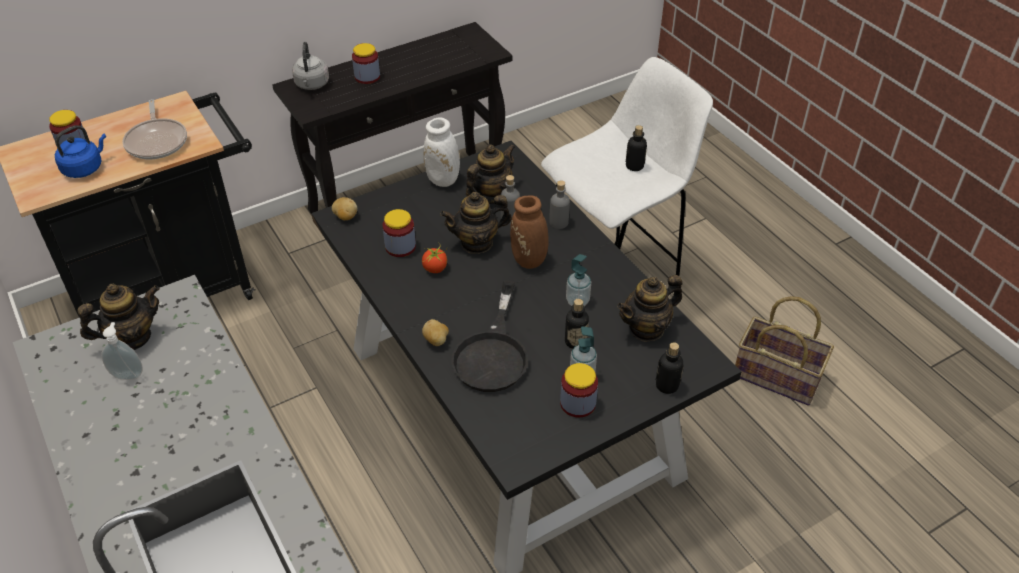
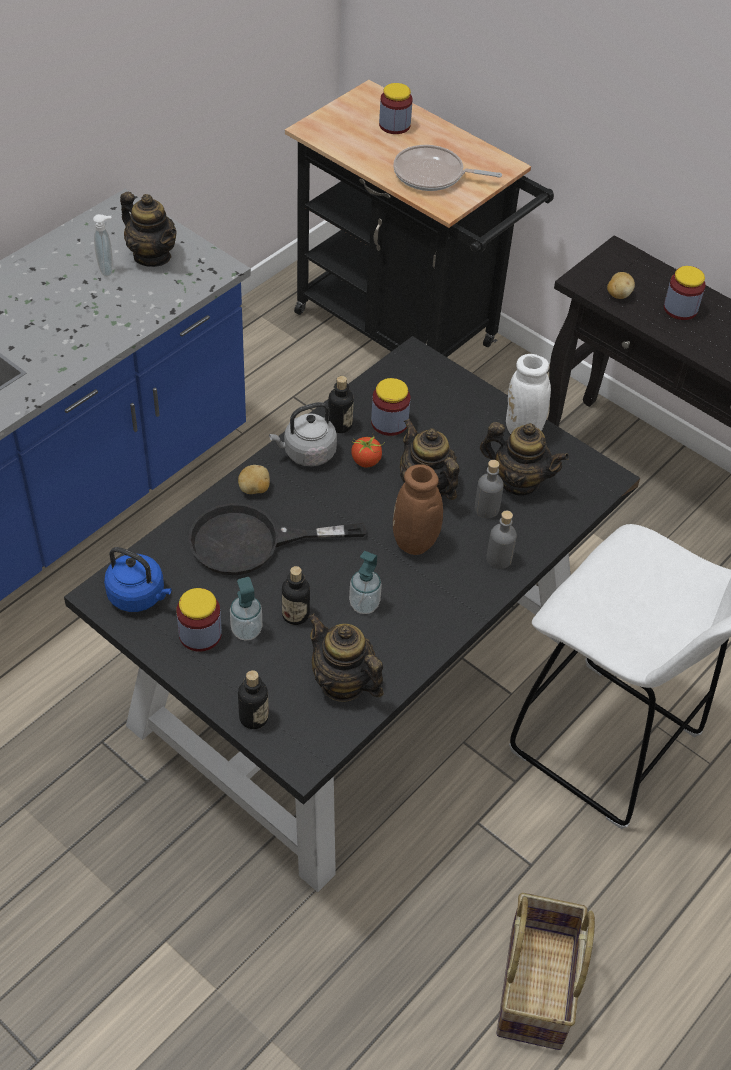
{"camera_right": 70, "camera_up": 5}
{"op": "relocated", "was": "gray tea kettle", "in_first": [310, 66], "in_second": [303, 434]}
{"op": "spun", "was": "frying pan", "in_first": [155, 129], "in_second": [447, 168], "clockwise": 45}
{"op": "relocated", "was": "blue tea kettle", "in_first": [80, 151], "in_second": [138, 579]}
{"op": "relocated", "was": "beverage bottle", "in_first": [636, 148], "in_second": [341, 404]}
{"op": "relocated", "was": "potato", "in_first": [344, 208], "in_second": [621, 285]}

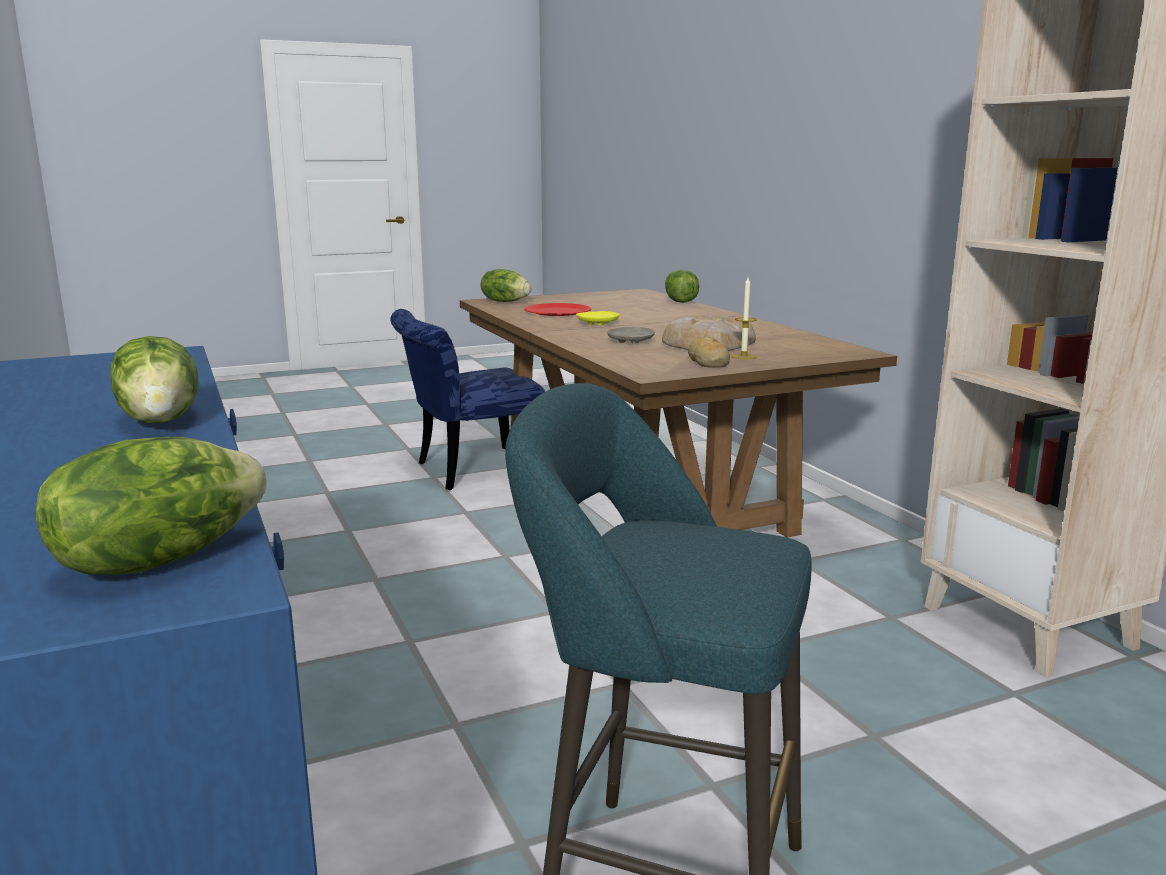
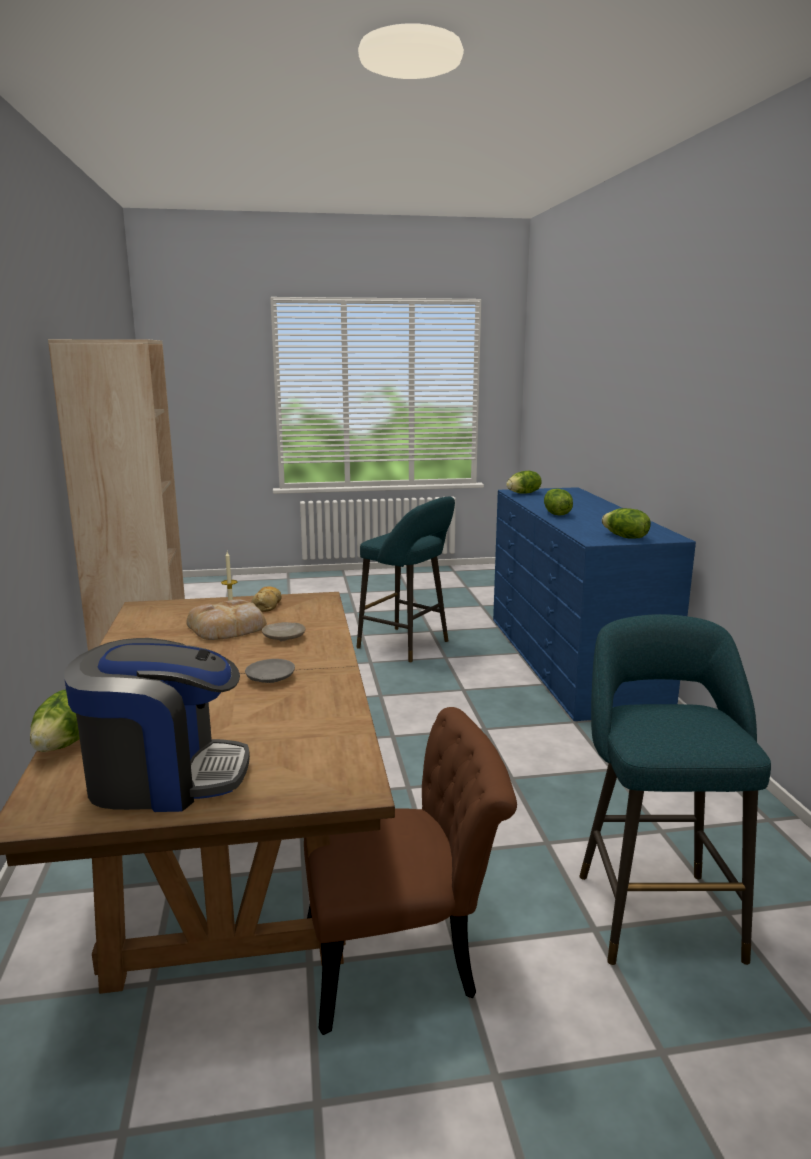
{"camera_right": -165, "camera_up": 0}
{"op": "relocated", "was": "lettuce", "in_first": [506, 285], "in_second": [626, 523]}
{"op": "missing", "was": "reddish flat dish", "in_first": [557, 309]}
{"op": "colour", "was": "blue chair", "now": "brown chair", "in_first": [467, 399], "in_second": [410, 871]}
{"op": "colour", "was": "yellow-coloured flat dish", "now": "gray flat dish", "in_first": [597, 318], "in_second": [270, 671]}
{"op": "appeared", "now": "blue-green stool seat", "in_second": [675, 789]}
{"op": "appeared", "now": "coffee maker", "in_second": [157, 725]}

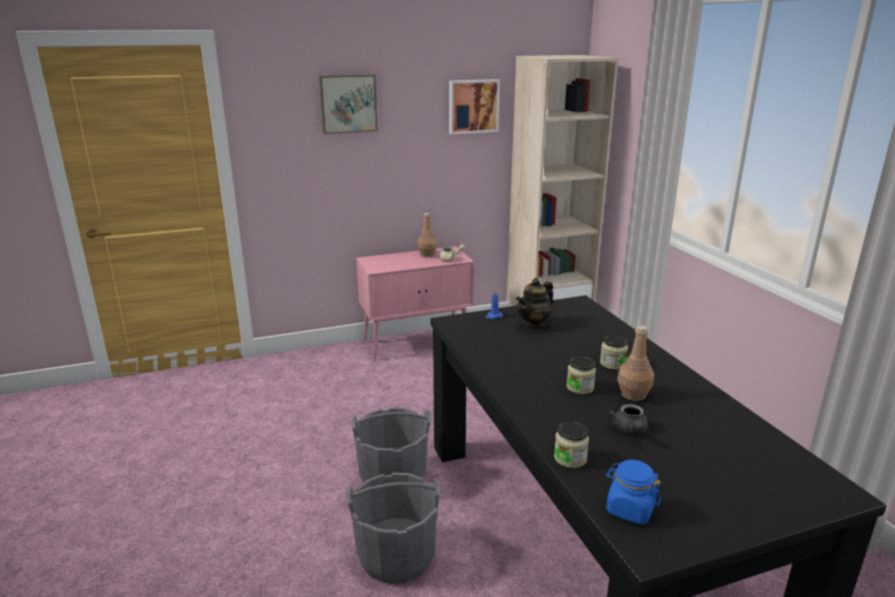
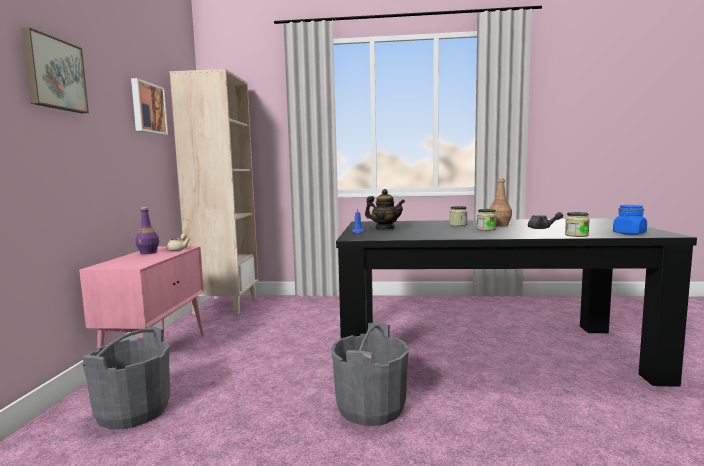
{"camera_right": -65, "camera_up": -15}
{"op": "colour", "was": "brown beverage bottle", "now": "purplish beverage bottle", "in_first": [427, 235], "in_second": [147, 230]}
{"op": "spun", "was": "pot for tea", "in_first": [534, 304], "in_second": [385, 209], "clockwise": -45}
{"op": "relocated", "was": "gray pail", "in_first": [393, 528], "in_second": [126, 378]}

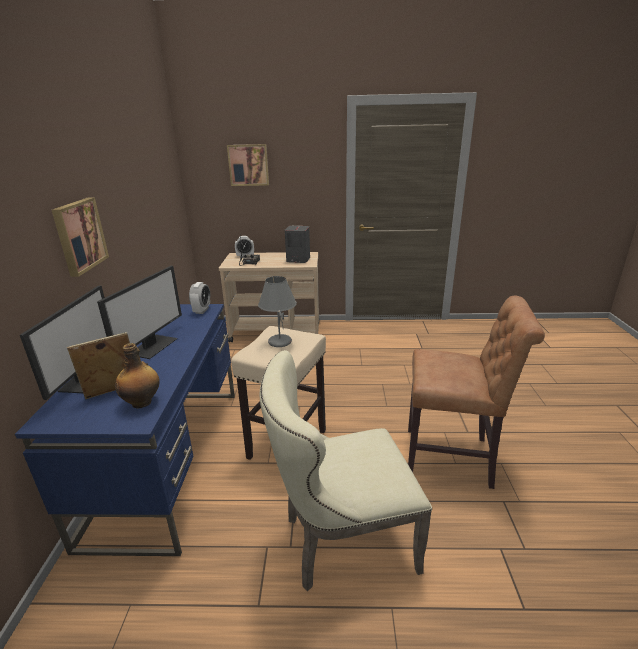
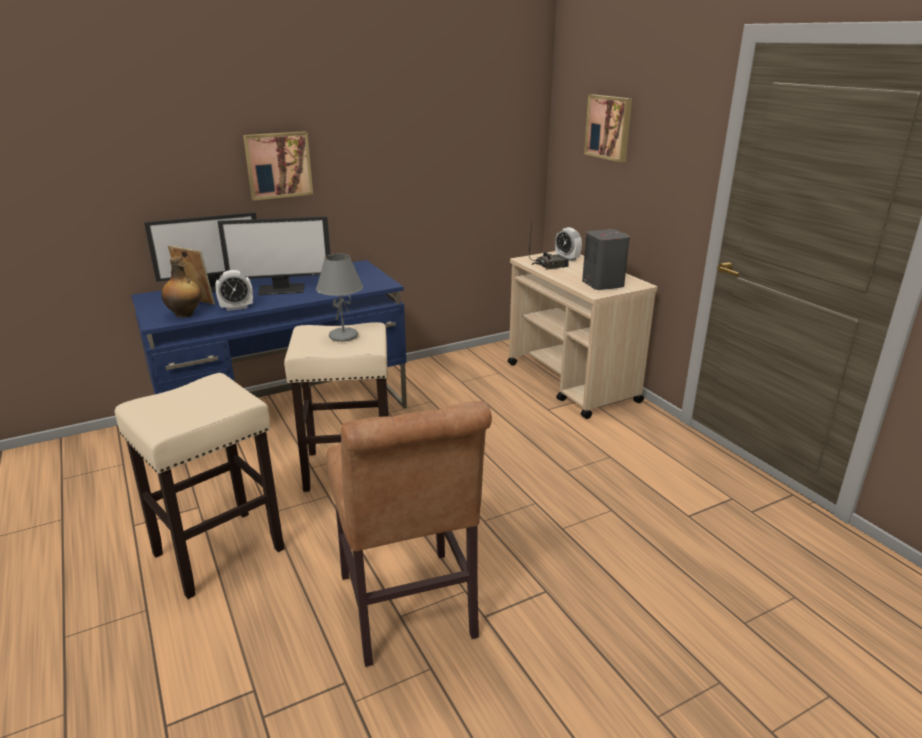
{"camera_right": 60, "camera_up": 0}
{"op": "relocated", "was": "table clock", "in_first": [199, 298], "in_second": [234, 290]}
{"op": "exchanged", "was": "beige chair", "now": "beige stool seat", "in_first": [346, 470], "in_second": [199, 486]}

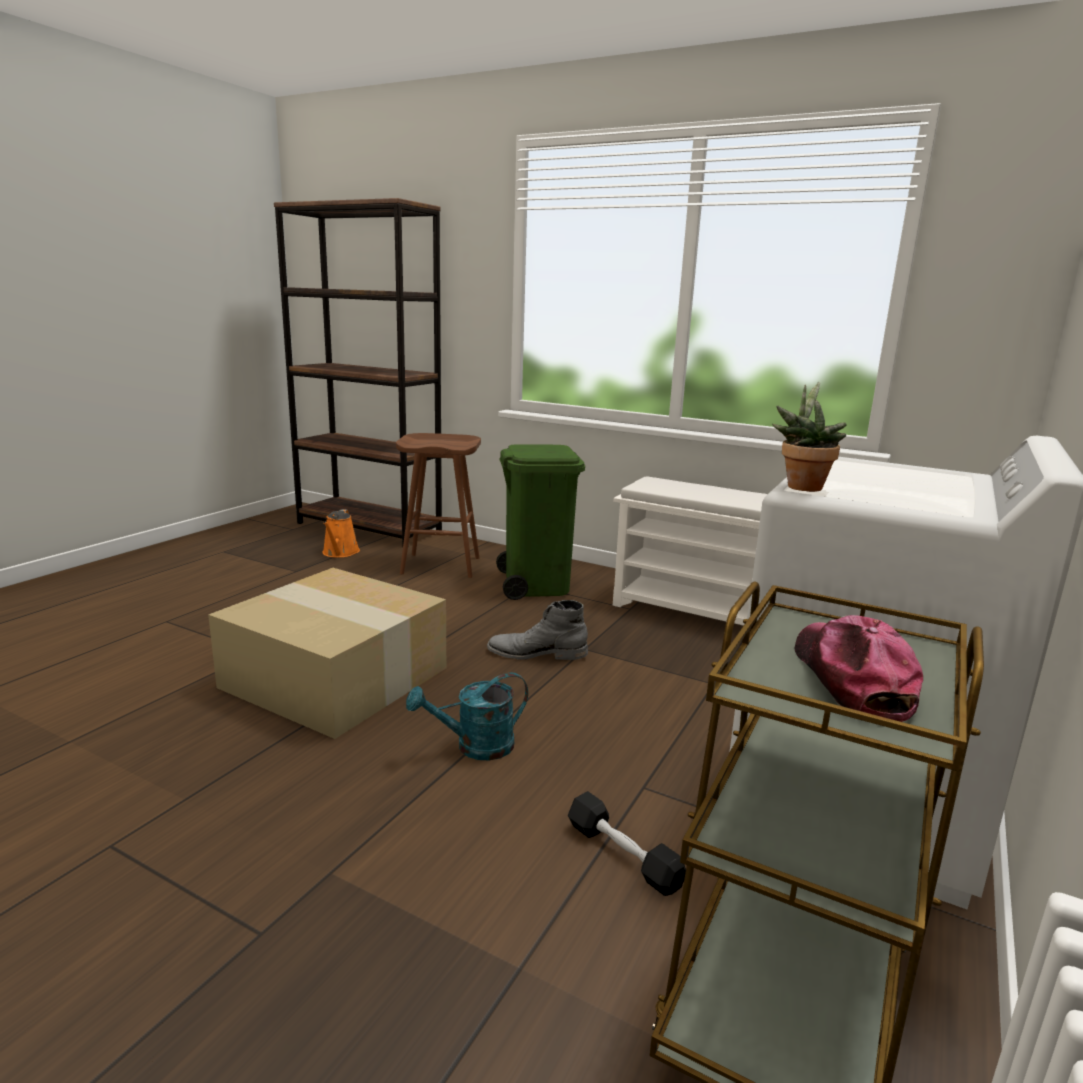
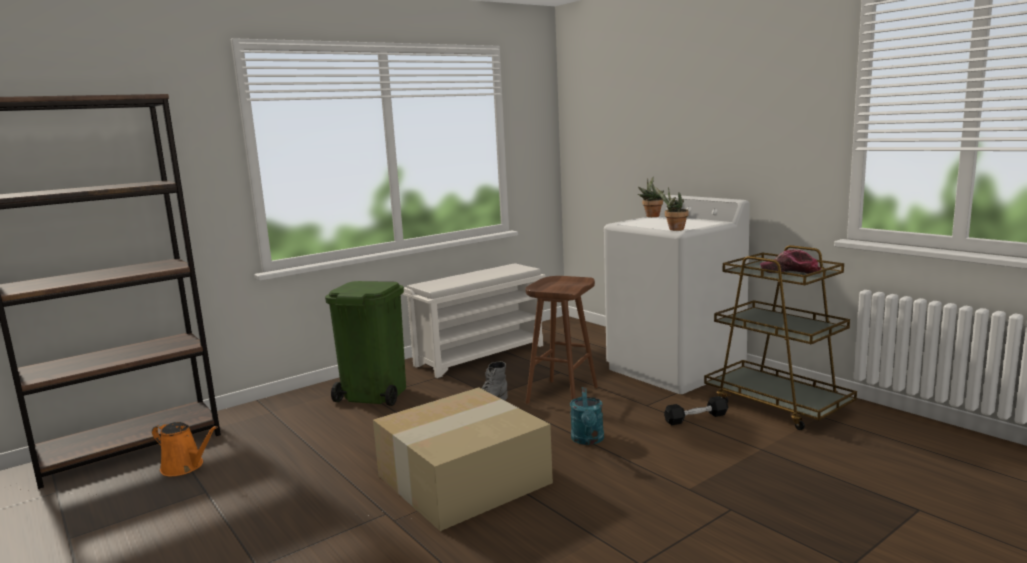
{"camera_right": -65, "camera_up": -5}
{"op": "relocated", "was": "brown stool seat", "in_first": [438, 505], "in_second": [561, 340]}
{"op": "appeared", "now": "potted plant", "in_second": [651, 197]}

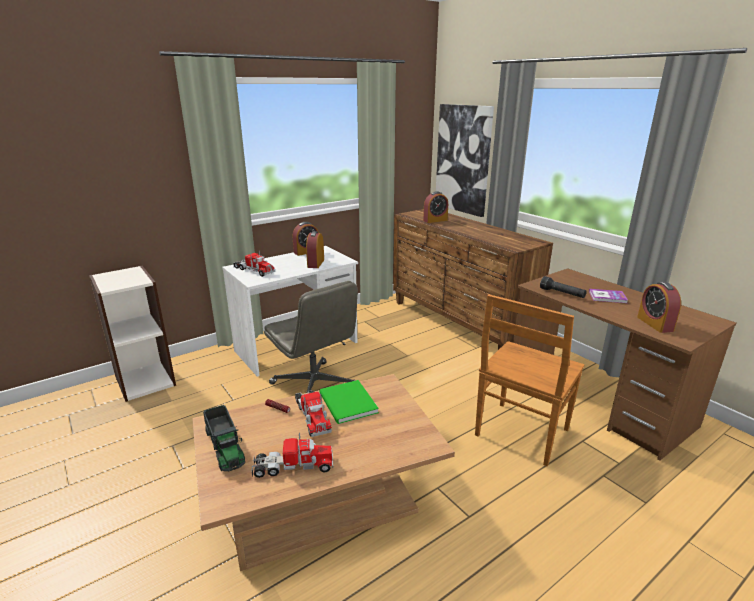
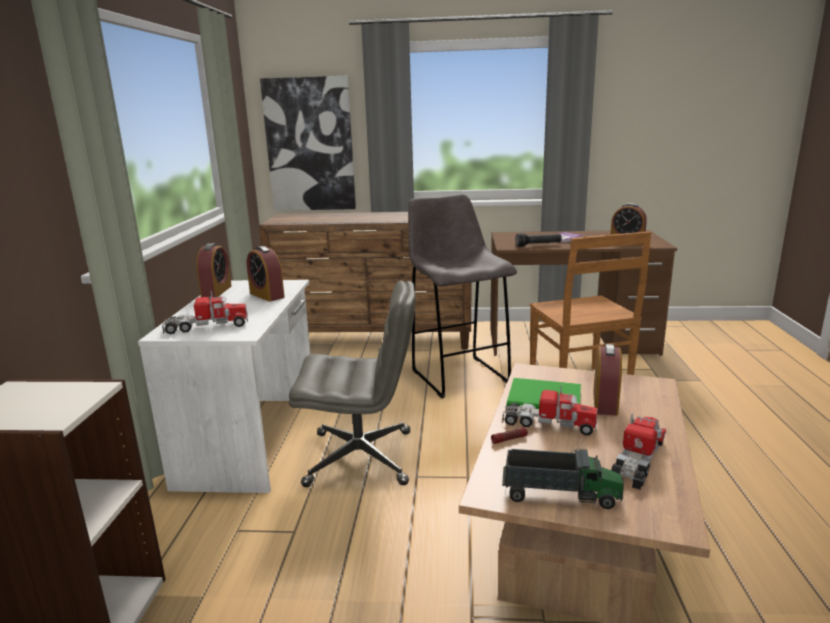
{"camera_right": -50, "camera_up": -5}
{"op": "relocated", "was": "table clock", "in_first": [435, 207], "in_second": [607, 380]}
{"op": "appeared", "now": "gray stool seat", "in_second": [462, 296]}

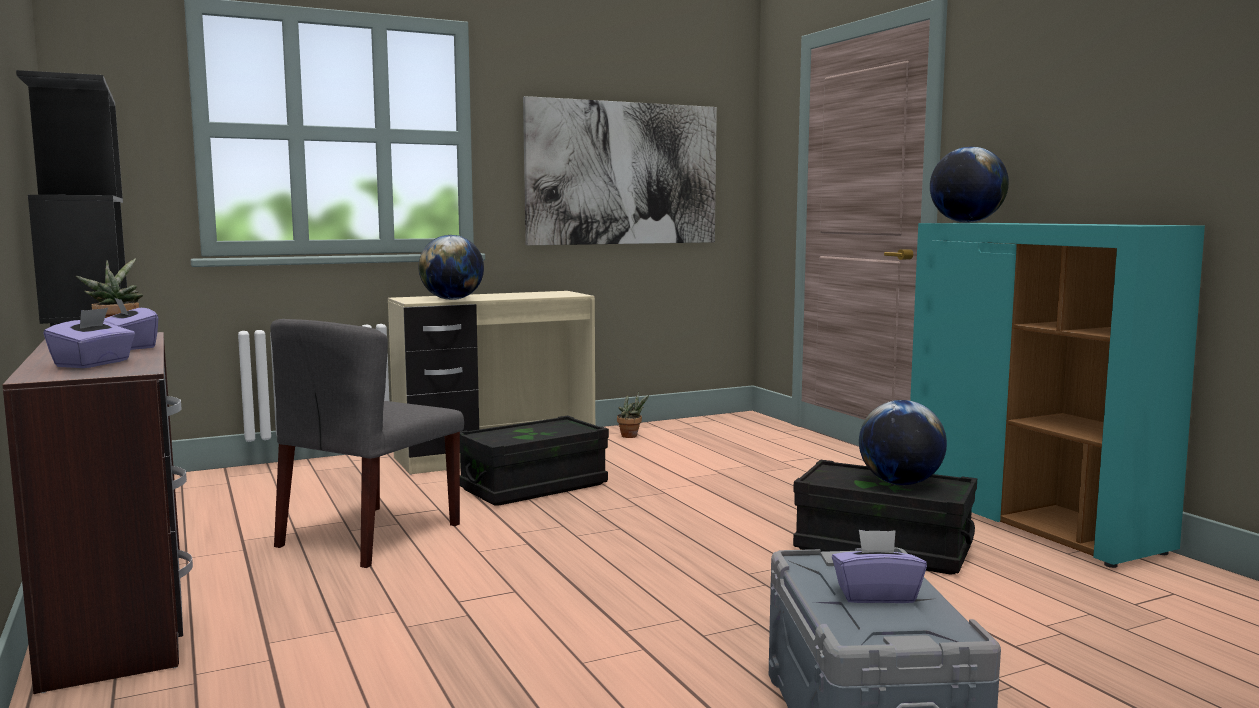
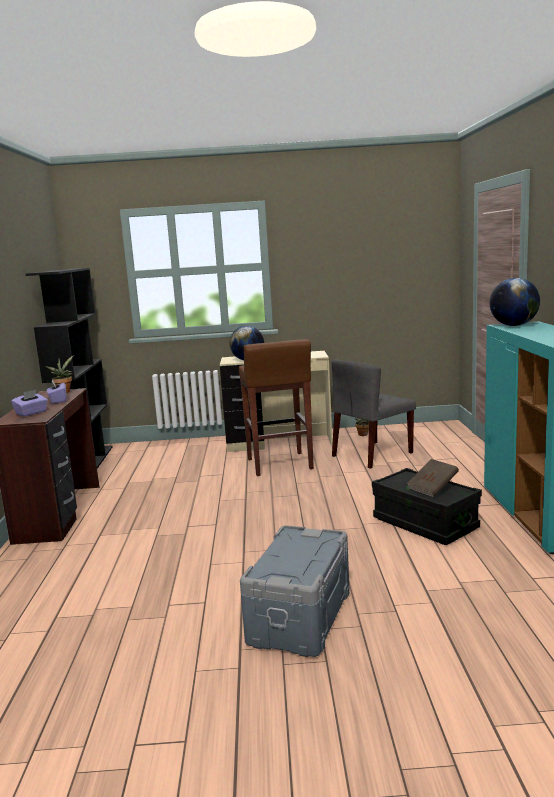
{"camera_right": 25, "camera_up": 5}
{"op": "missing", "was": "picture", "in_first": [620, 170]}
{"op": "relocated", "was": "gray chair", "in_first": [367, 443], "in_second": [373, 414]}
{"op": "exchanged", "was": "globe", "now": "brown book", "in_first": [903, 442], "in_second": [433, 478]}
{"op": "exchanged", "was": "blackish storage bin", "now": "brown stool seat", "in_first": [534, 461], "in_second": [276, 407]}
{"op": "missing", "was": "purplish tissue box", "in_first": [879, 566]}

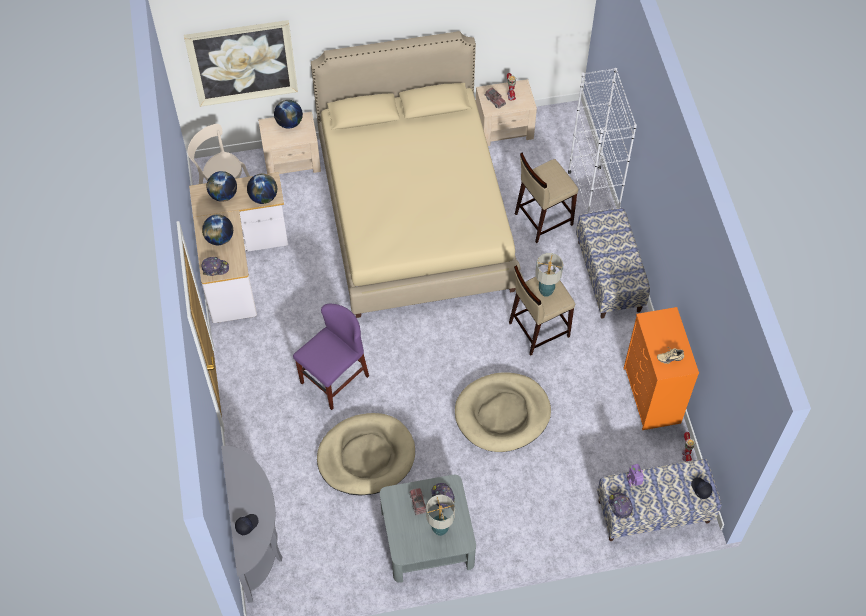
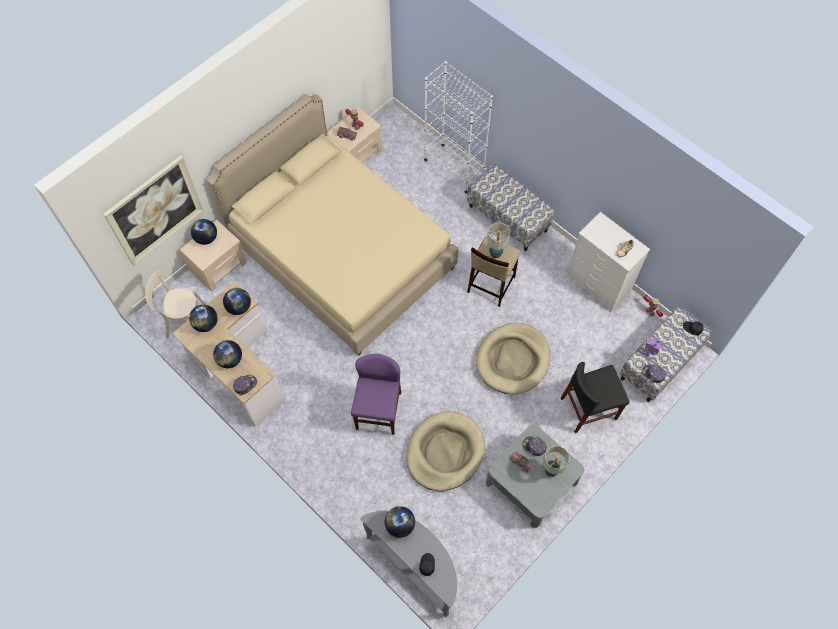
{"camera_right": -35, "camera_up": 5}
{"op": "missing", "was": "beige stool seat", "in_first": [546, 197]}
{"op": "colour", "was": "orange chest of drawers", "now": "white-coloured chest of drawers", "in_first": [661, 368], "in_second": [608, 262]}
{"op": "appeared", "now": "blackish chair", "in_second": [595, 397]}
{"op": "appeared", "now": "globe", "in_second": [400, 522]}

